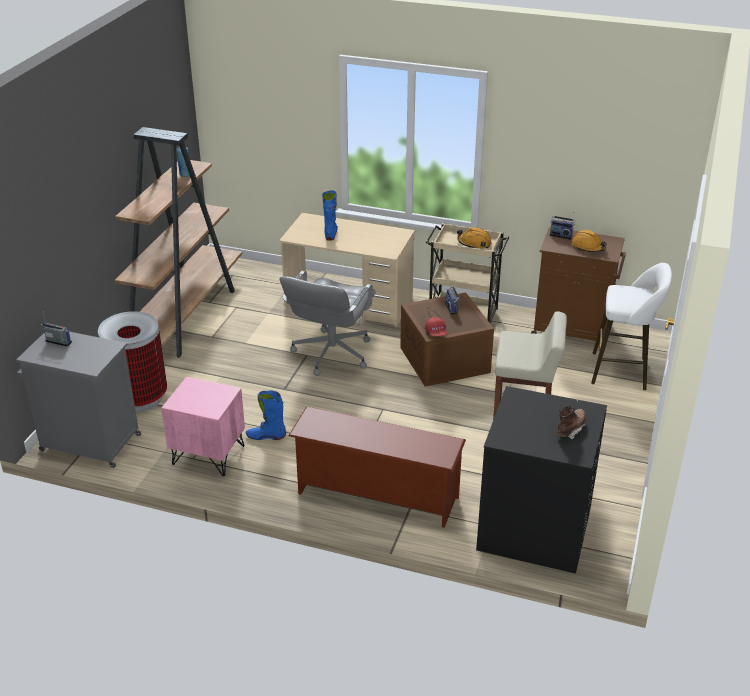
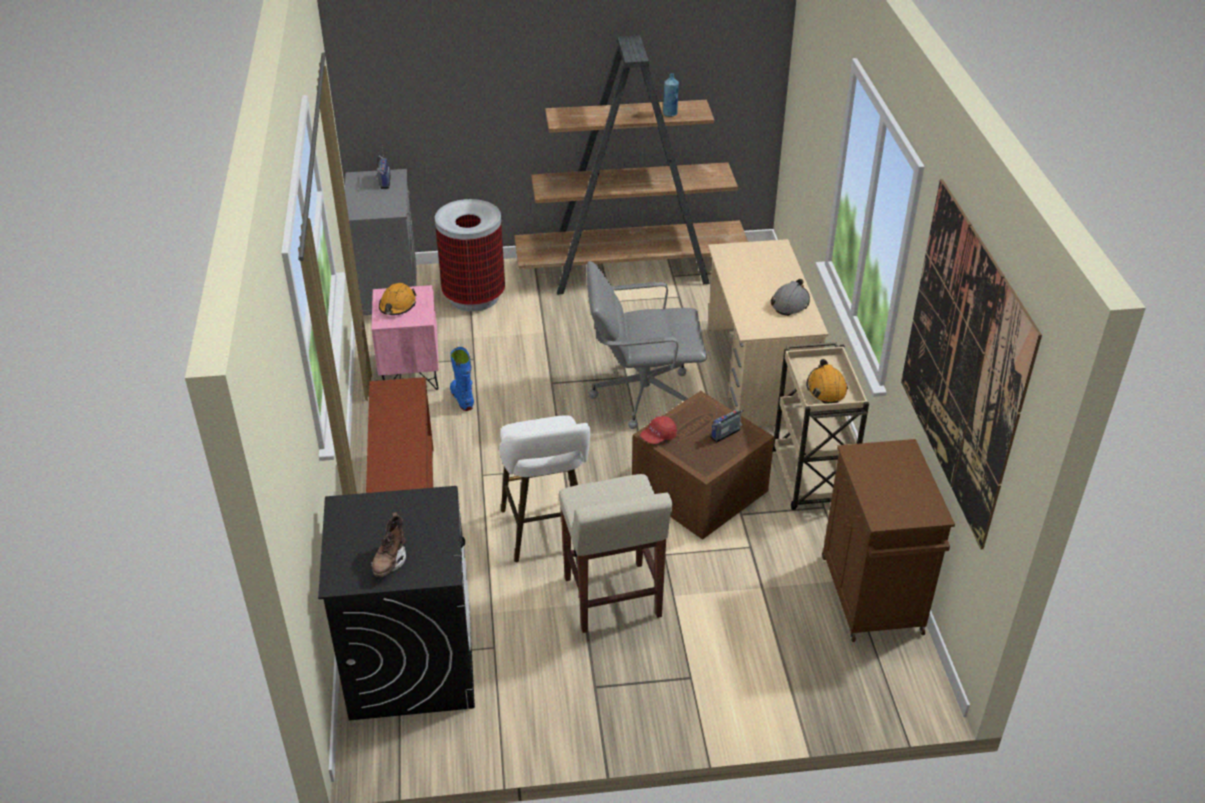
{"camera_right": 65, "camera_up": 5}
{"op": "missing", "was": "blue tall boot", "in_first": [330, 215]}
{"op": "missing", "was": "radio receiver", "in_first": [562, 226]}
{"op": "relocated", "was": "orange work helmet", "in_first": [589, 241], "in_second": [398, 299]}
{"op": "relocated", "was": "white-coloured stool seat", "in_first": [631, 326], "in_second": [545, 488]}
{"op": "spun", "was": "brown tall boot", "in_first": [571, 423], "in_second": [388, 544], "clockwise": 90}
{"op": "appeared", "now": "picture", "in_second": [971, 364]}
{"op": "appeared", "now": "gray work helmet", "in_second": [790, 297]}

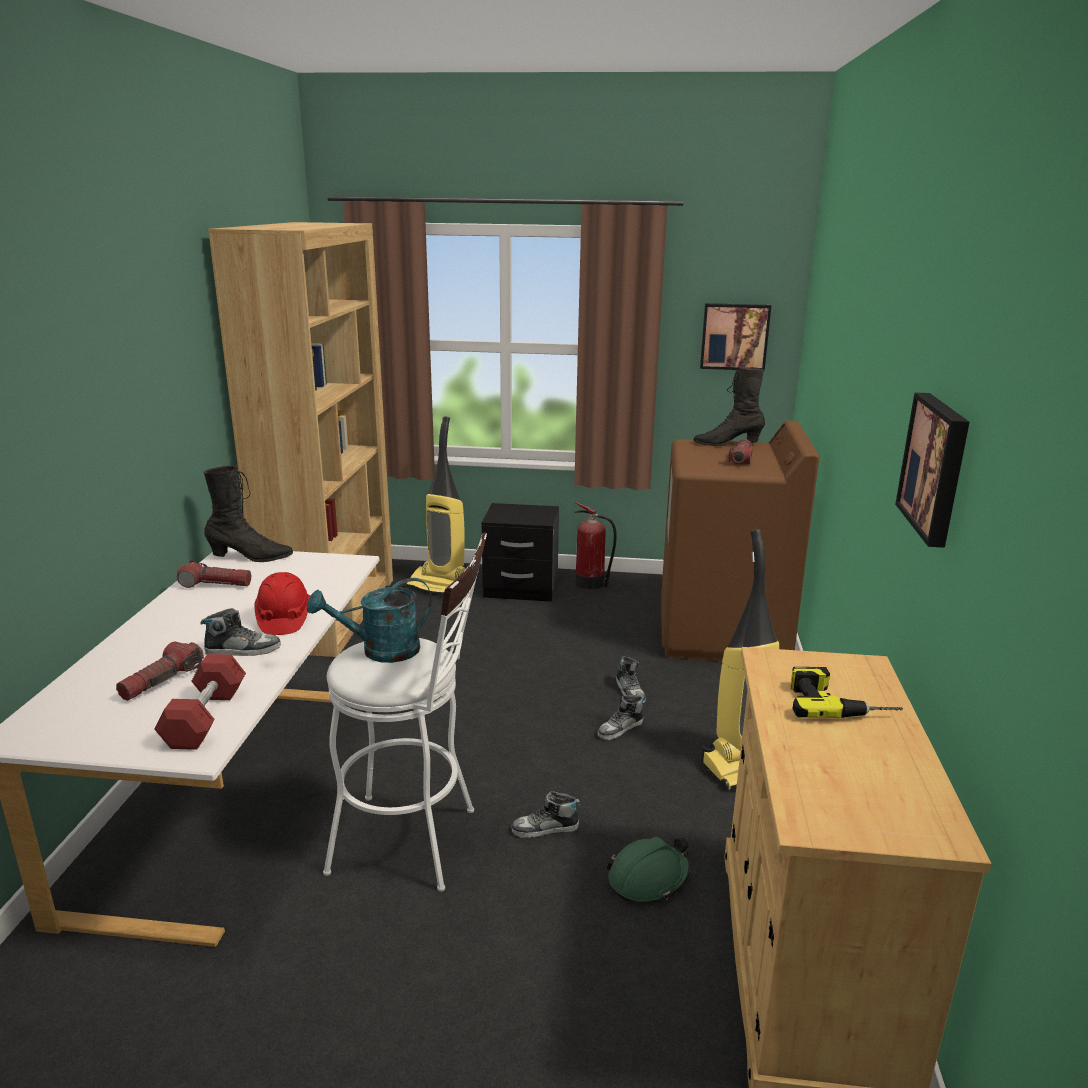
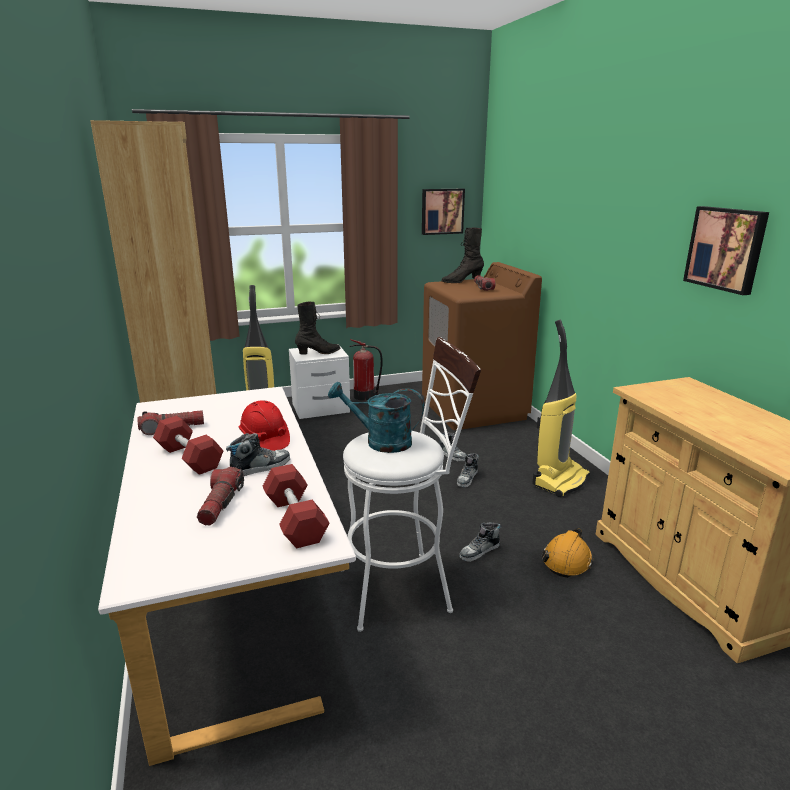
{"camera_right": -25, "camera_up": 0}
{"op": "relocated", "was": "blackish tall boot", "in_first": [248, 514], "in_second": [317, 328]}
{"op": "colour", "was": "blackish nightstand", "now": "white-coloured nightstand", "in_first": [520, 552], "in_second": [319, 381]}
{"op": "spun", "was": "blue-green watering can", "in_first": [369, 620], "in_second": [376, 417], "clockwise": 60}
{"op": "missing", "was": "electric drill", "in_first": [846, 692]}
{"op": "colour", "was": "green work helmet", "now": "orange work helmet", "in_first": [648, 869], "in_second": [567, 553]}
{"op": "appeared", "now": "reddish dumbbell", "in_second": [188, 445]}

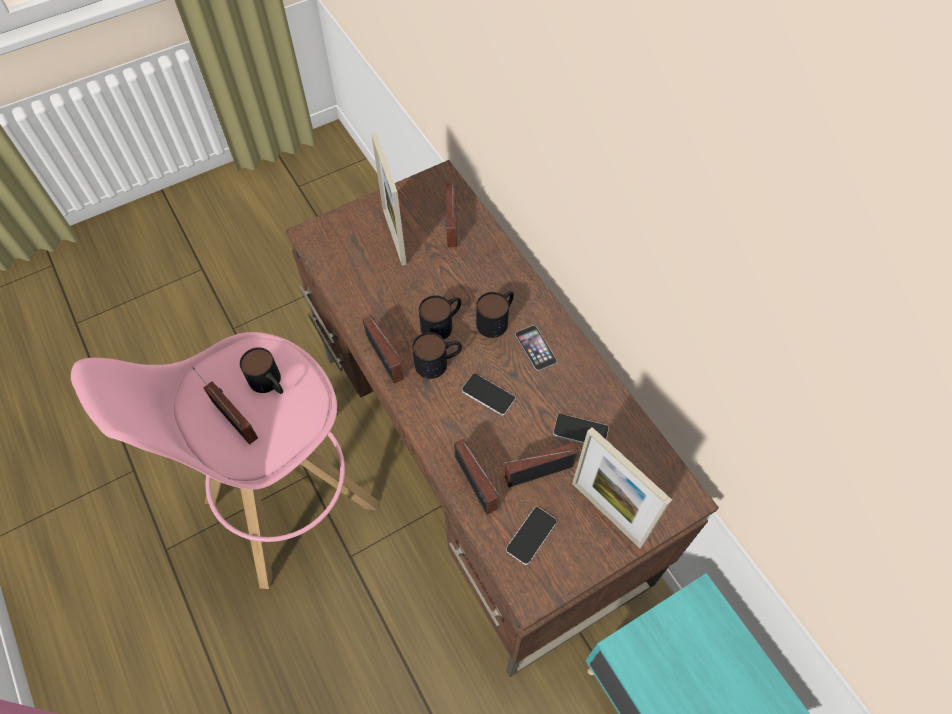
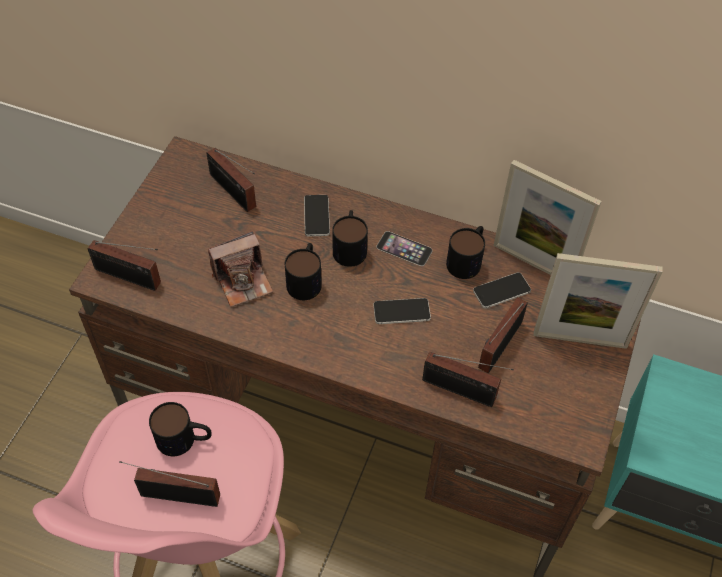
{"camera_right": -40, "camera_up": -5}
{"op": "relocated", "was": "standing frame", "in_first": [389, 198], "in_second": [547, 217]}
{"op": "relocated", "was": "radio receiver", "in_first": [383, 349], "in_second": [124, 265]}
{"op": "relocated", "was": "coffee mug", "in_first": [437, 355], "in_second": [465, 252]}
{"op": "relocated", "was": "phone", "in_first": [531, 536], "in_second": [317, 216]}
{"op": "appeared", "now": "photo camera", "in_second": [240, 269]}

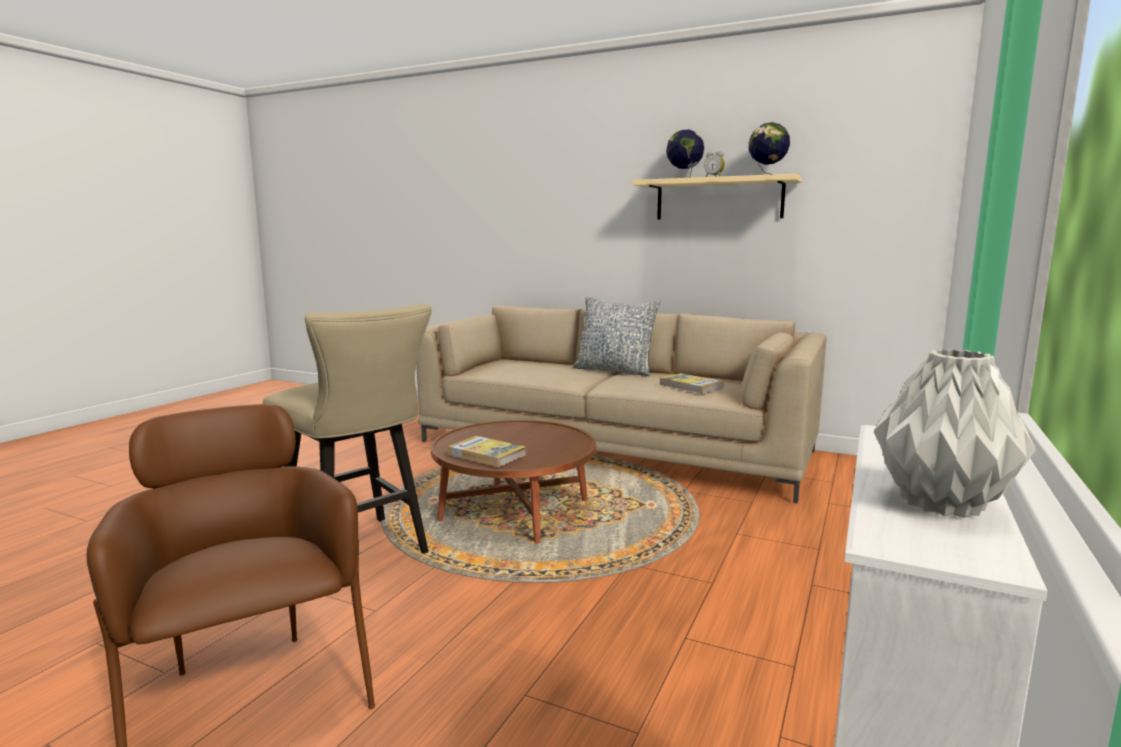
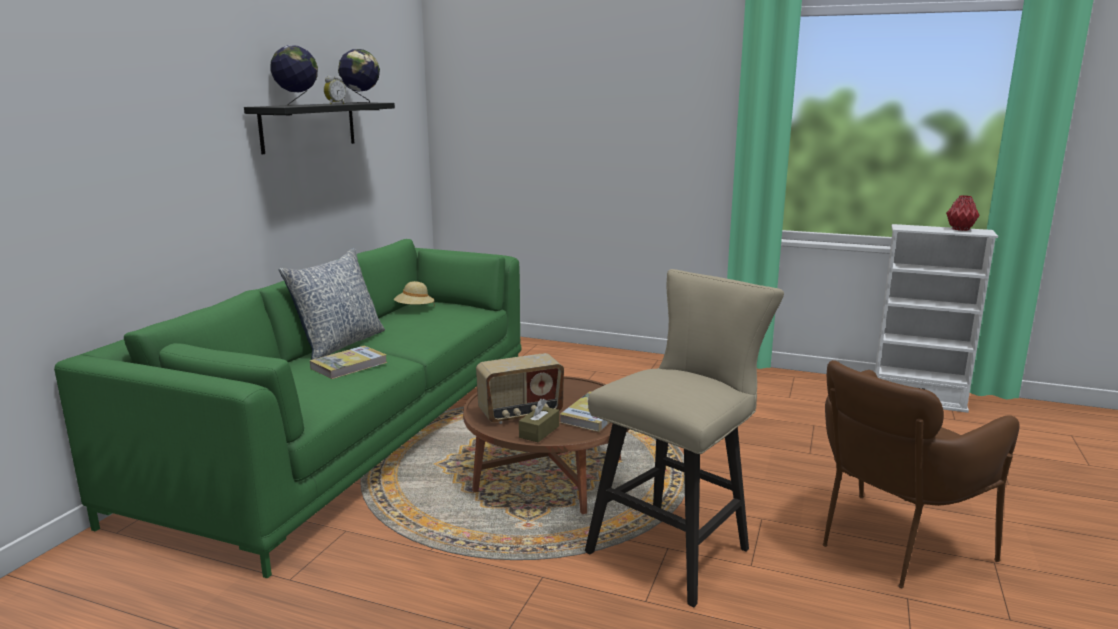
{"camera_right": -95, "camera_up": 5}
{"op": "colour", "was": "beige wall shelf", "now": "blackish wall shelf", "in_first": [717, 197], "in_second": [319, 128]}
{"op": "colour", "was": "beige settee", "now": "green settee", "in_first": [621, 404], "in_second": [288, 408]}
{"op": "colour", "was": "gray vase", "now": "reddish vase", "in_first": [955, 433], "in_second": [963, 213]}
{"op": "relocated", "was": "book", "in_first": [691, 383], "in_second": [348, 362]}
{"op": "appeared", "now": "beige wearable hat", "in_second": [414, 293]}
{"op": "appeared", "now": "radio receiver", "in_second": [520, 388]}
{"op": "appeared", "now": "brown tissue box", "in_second": [539, 421]}

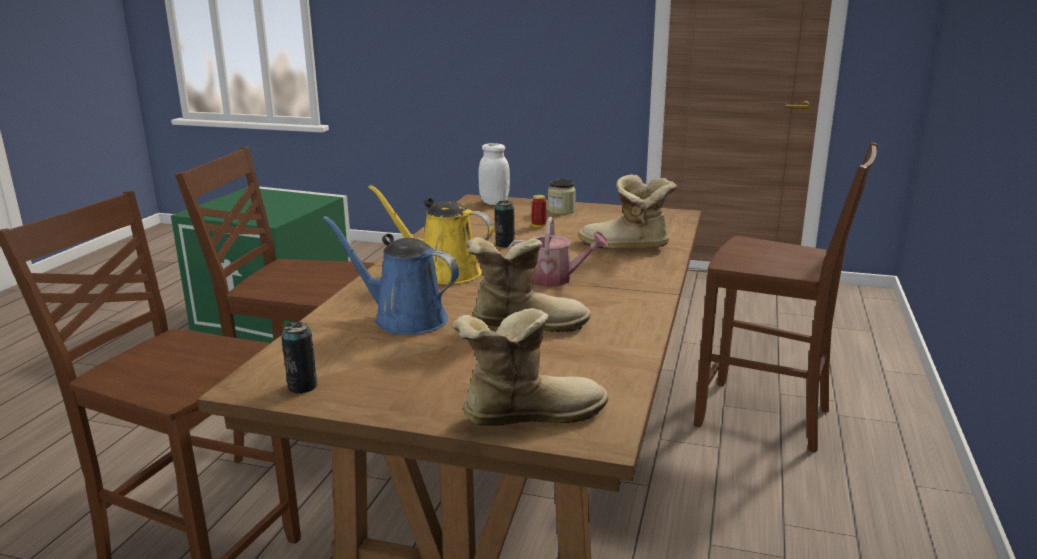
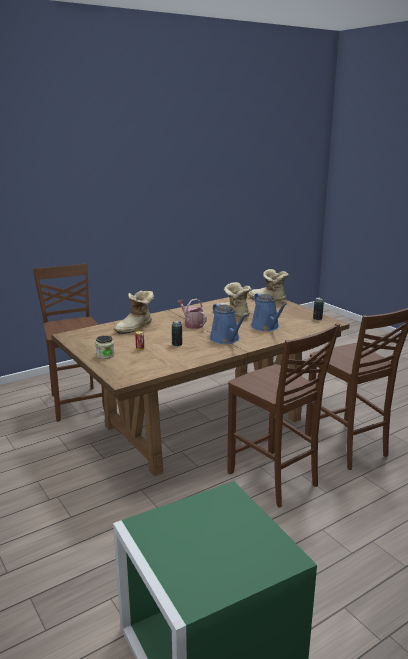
{"camera_right": -140, "camera_up": 0}
{"op": "missing", "was": "white-coloured storage jar", "in_first": [494, 174]}
{"op": "spun", "was": "tall boot", "in_first": [627, 211], "in_second": [134, 312], "clockwise": 75}
{"op": "colour", "was": "yellow-coloured watering can", "now": "blue watering can", "in_first": [431, 234], "in_second": [228, 323]}

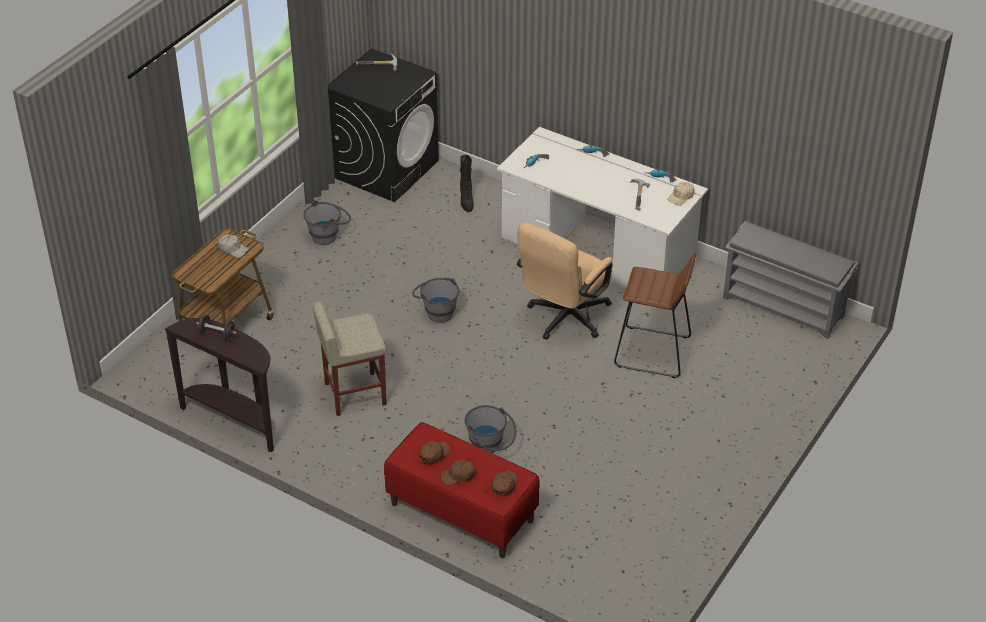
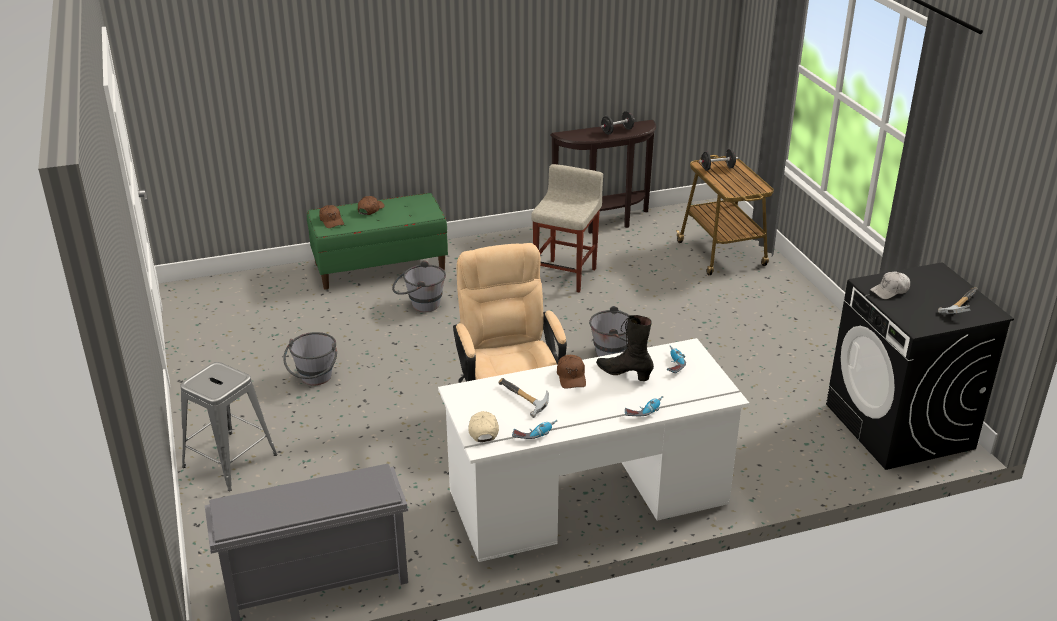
{"camera_right": 130, "camera_up": -10}
{"op": "relocated", "was": "blackish tall boot", "in_first": [467, 183], "in_second": [625, 348]}
{"op": "relocated", "was": "gray pail", "in_first": [327, 222], "in_second": [310, 358]}
{"op": "relocated", "was": "white-coloured cap", "in_first": [233, 246], "in_second": [890, 285]}
{"op": "missing", "was": "brown stool seat", "in_first": [655, 315]}
{"op": "colour", "was": "reddish long seat", "now": "green long seat", "in_first": [462, 490], "in_second": [377, 241]}
{"op": "relocated", "was": "brown cap", "in_first": [435, 452], "in_second": [571, 372]}
{"op": "appeared", "now": "blackish dumbbell", "in_second": [718, 160]}
{"op": "appeared", "now": "gray stool seat", "in_second": [228, 426]}

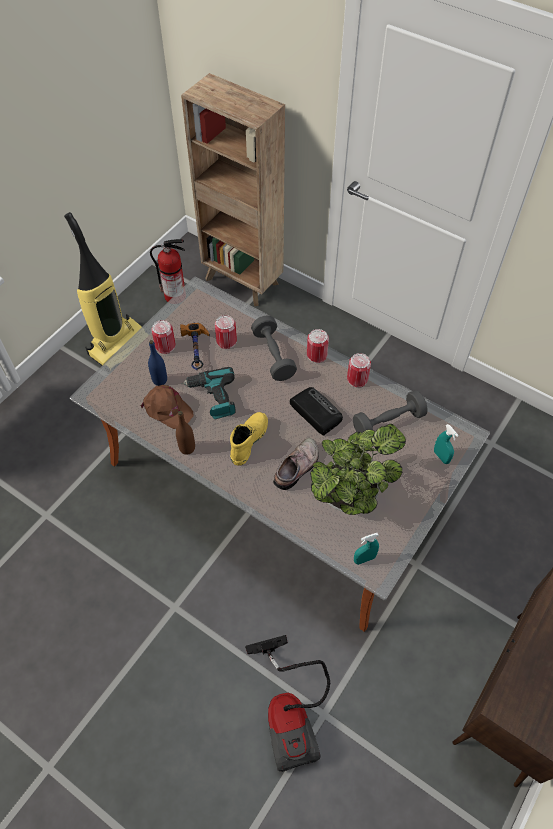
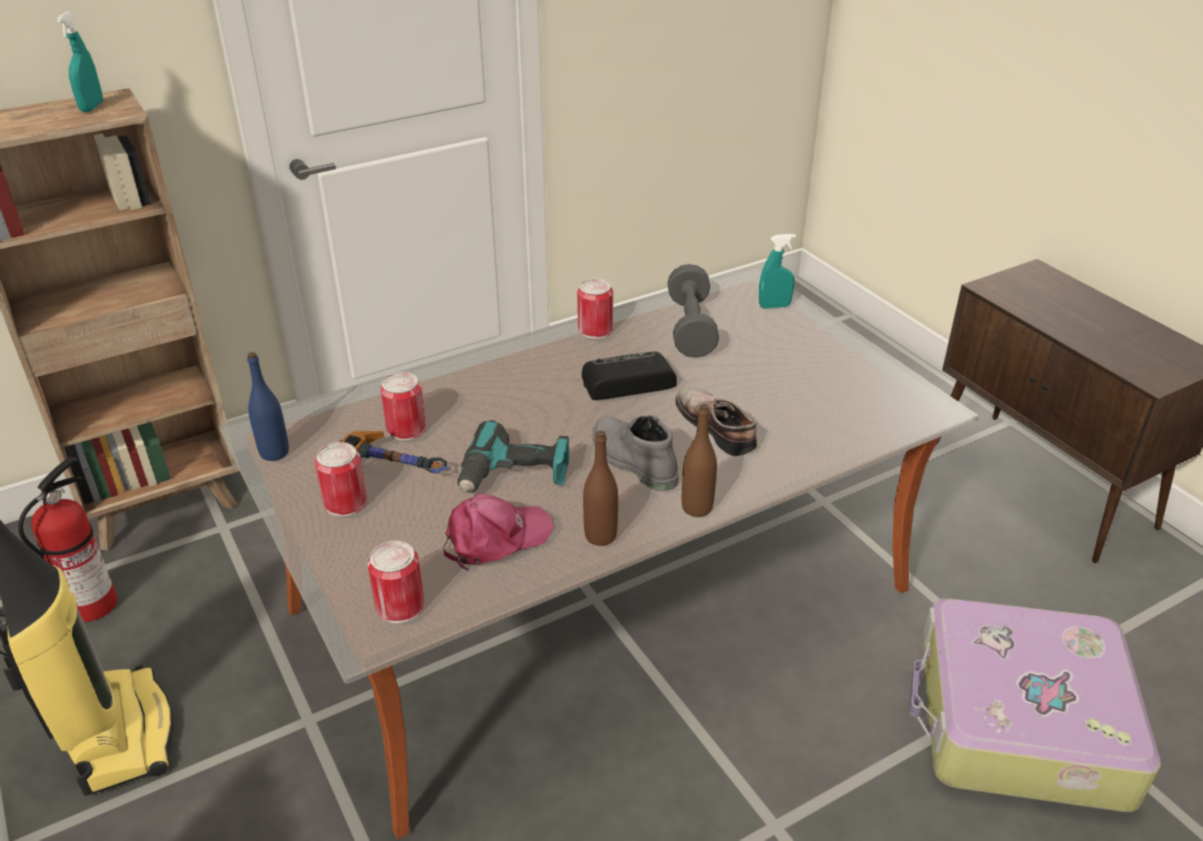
{"camera_right": -65, "camera_up": -20}
{"op": "missing", "was": "gray dumbbell", "in_first": [274, 348]}
{"op": "relocated", "was": "can", "in_first": [318, 346], "in_second": [396, 582]}
{"op": "relocated", "was": "blue beverage bottle", "in_first": [157, 363], "in_second": [268, 406]}
{"op": "colour", "was": "brown cap", "now": "pink cap", "in_first": [167, 407], "in_second": [498, 531]}
{"op": "colour", "was": "yellow-coloured tall boot", "now": "gray tall boot", "in_first": [249, 439], "in_second": [635, 453]}
{"op": "missing", "was": "potted plant", "in_first": [358, 469]}
{"op": "relocated", "was": "blue-green hand sprayer", "in_first": [366, 549], "in_second": [79, 62]}
{"op": "exchanged", "was": "vacuum", "now": "travel case", "in_first": [287, 703], "in_second": [1035, 705]}
{"op": "appeared", "now": "brown beverage bottle", "in_second": [699, 460]}

